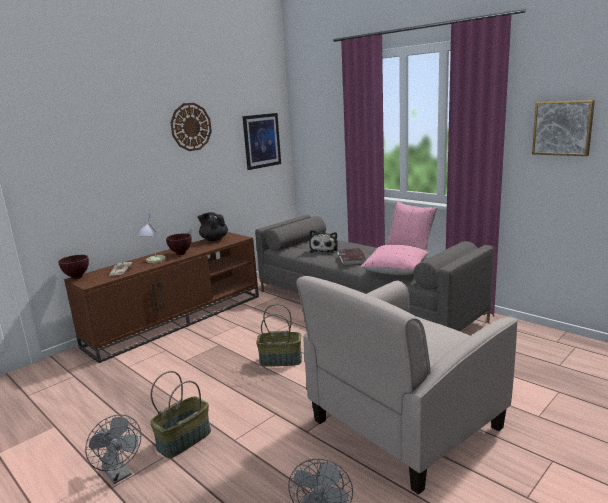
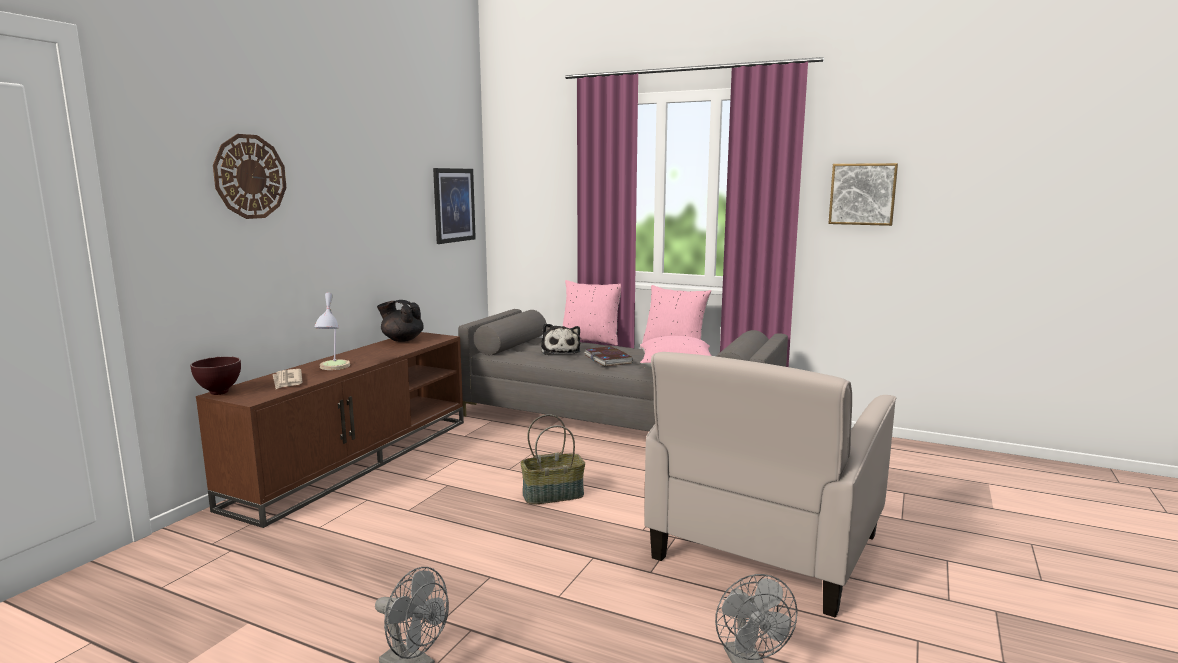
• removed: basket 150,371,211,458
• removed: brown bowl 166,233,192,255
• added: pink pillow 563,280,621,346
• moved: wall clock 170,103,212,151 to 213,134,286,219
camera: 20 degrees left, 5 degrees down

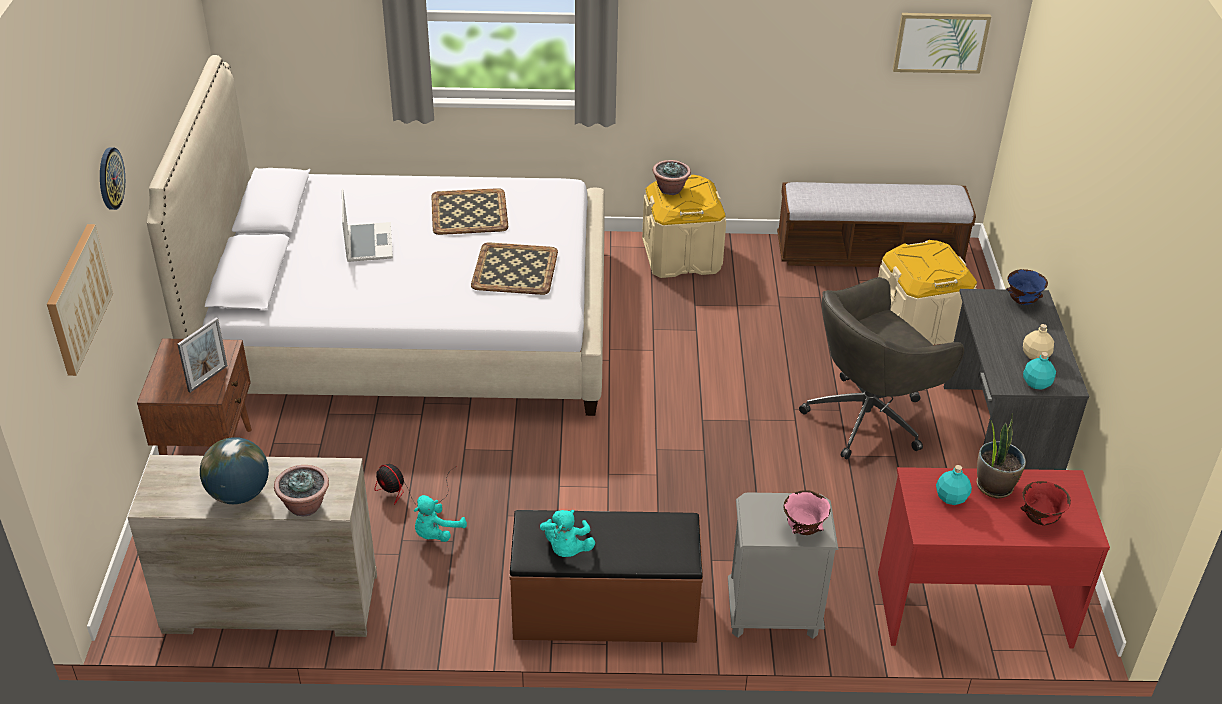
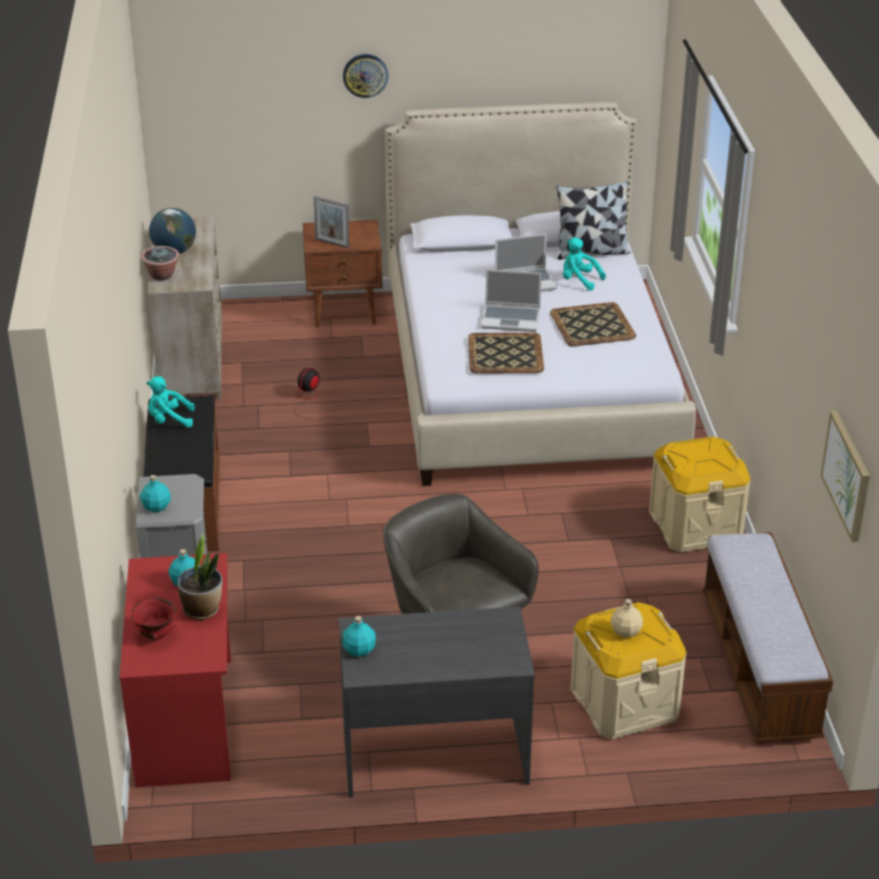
• removed: picture 47,224,113,376
• removed: potted plant 653,160,691,195
• removed: blue bowl 1006,269,1048,305
• added: laptop 481,269,541,332
• added: pillow 556,181,630,260
• moved: turquoise plush toy 414,495,467,542 to 563,238,606,291
• moved: beige bottle 1023,324,1054,360 to 610,599,643,638
• replaced: pink bowl 784,490,831,535 to turquoise bottle 140,475,171,512
camera: 85 degrees right, 5 degrees down

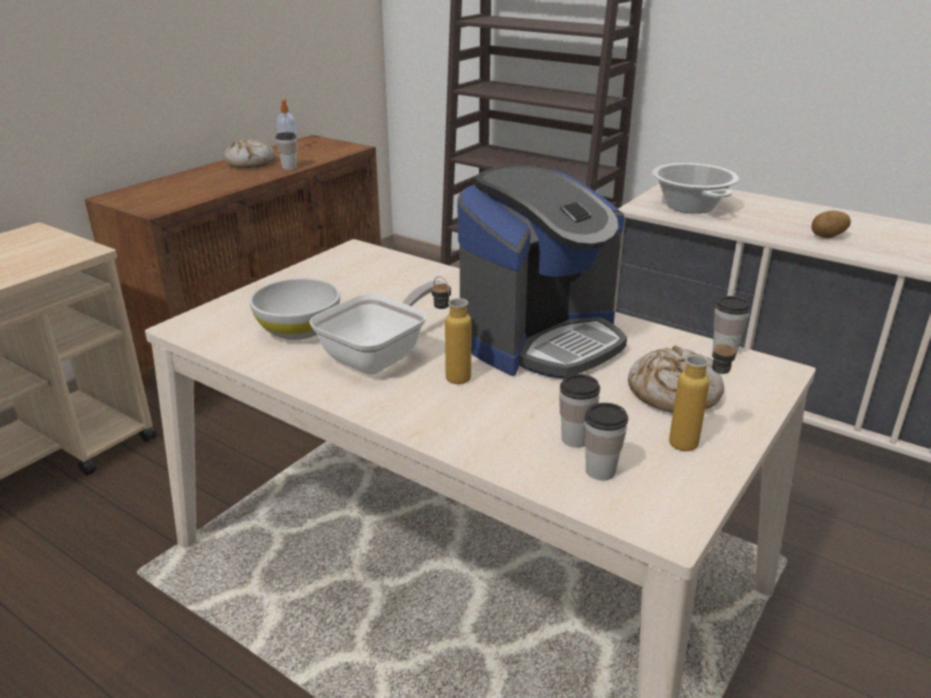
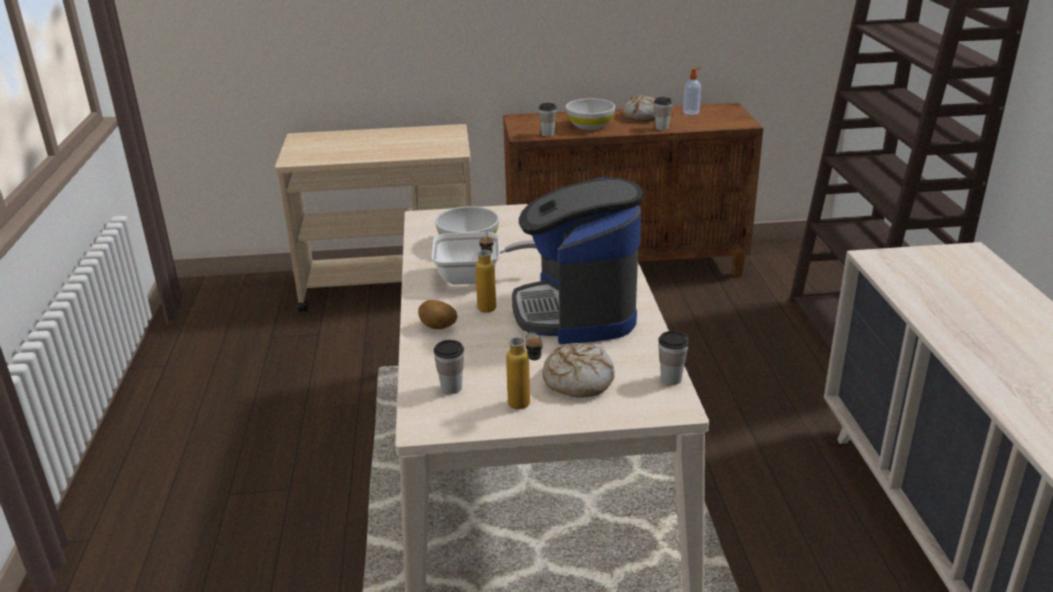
• removed: cooking pot 652,163,739,214
• added: white bowl 566,99,615,130
• moved: cup 559,374,600,448 to 538,103,557,136
• moved: potato 811,210,851,239 to 418,300,457,329
• turned: coffee machine 458,165,627,379 = 512,177,643,344 75 degrees clockwise
camera: 50 degrees right, 0 degrees up

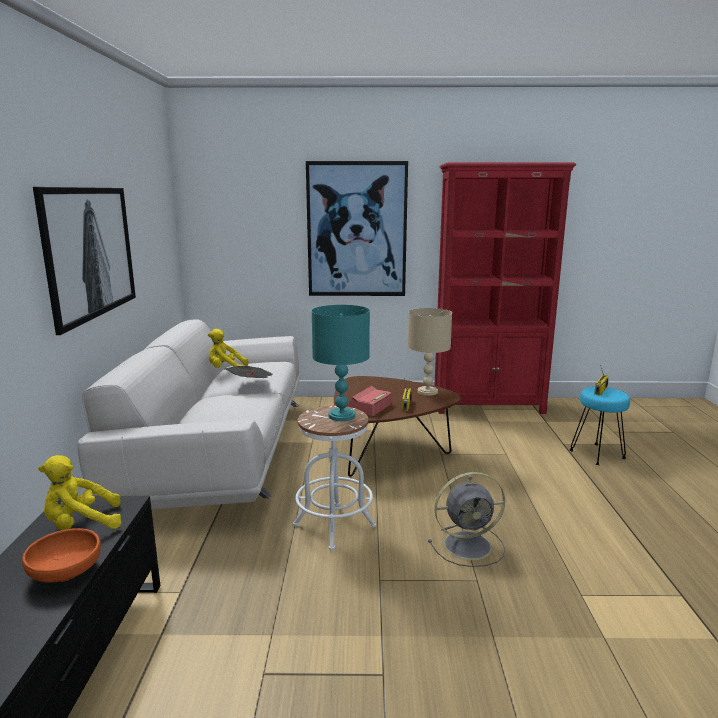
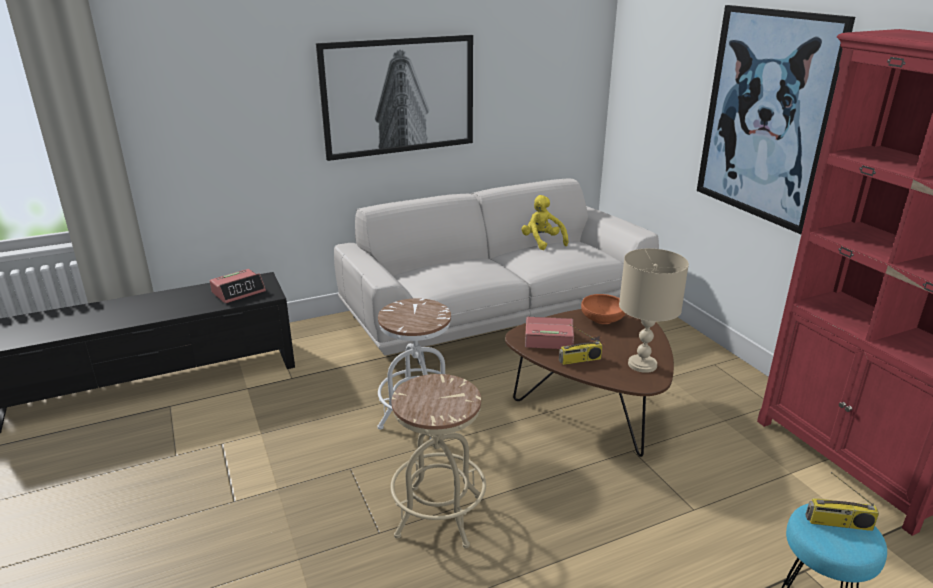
• removed: newspaper 225,366,272,378
• removed: turquoise table lamp 312,305,370,421
• moved: orange bowl 22,528,101,583 to 581,294,625,324
• replaced: yellow plush toy 38,455,121,530 to alarm clock 210,269,266,304
• replaced: grey fan 428,472,505,567 to beige stool 390,374,486,548
camera: 65 degrees right, 10 degrees up

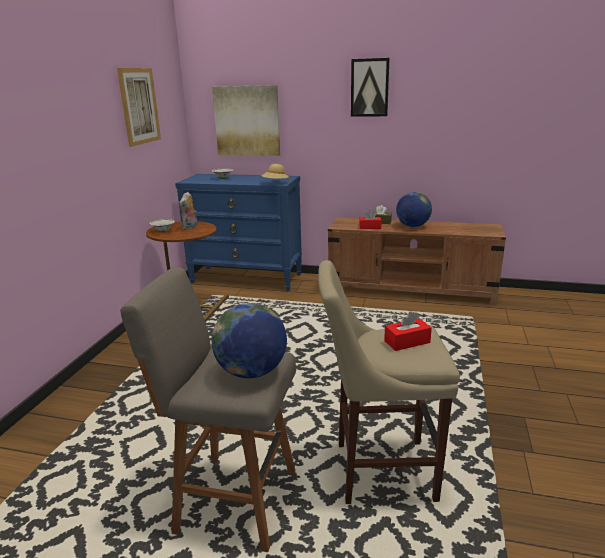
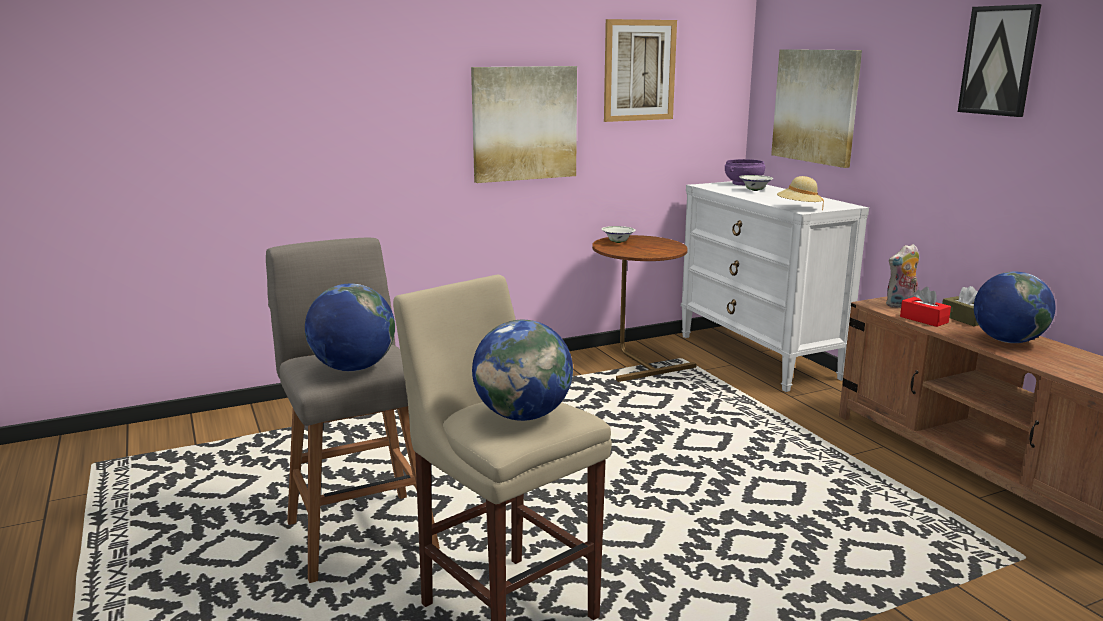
• added: picture 471,66,577,183
• added: purple bowl 725,159,765,185
• moved: plush toy 179,192,197,230 to 886,244,919,308
• replaced: red tissue box 384,311,432,351 to globe 472,320,573,421
• recoloured: blue dresser 175,174,302,291 to white dresser 681,181,869,392
camera: 50 degrees right, 5 degrees down

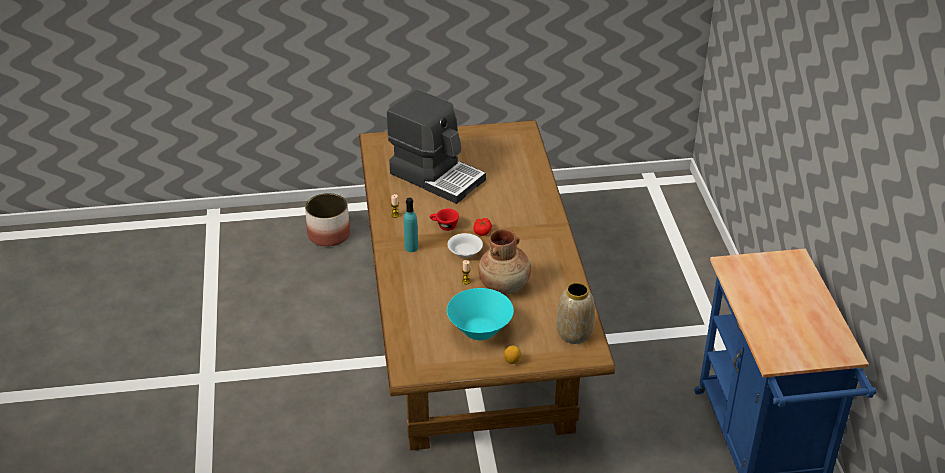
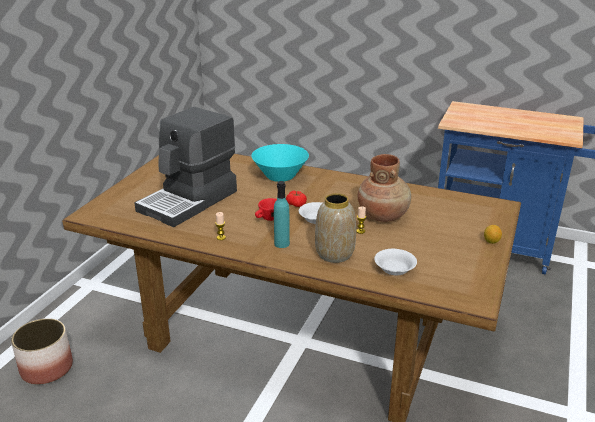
• added: white bowl 374,249,417,275
• moved: turquoise bowl 447,288,514,340 to 251,144,309,182
• moved: vase 556,282,595,344 to 315,193,356,263
• turned: coffee machine 387,89,486,204 = 135,107,237,227 150 degrees clockwise
camera: 60 degrees left, 10 degrees down

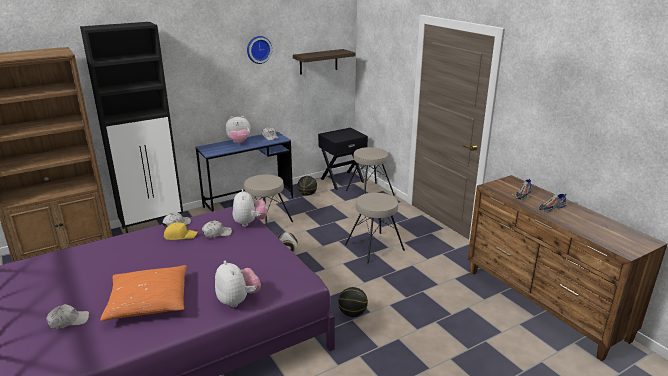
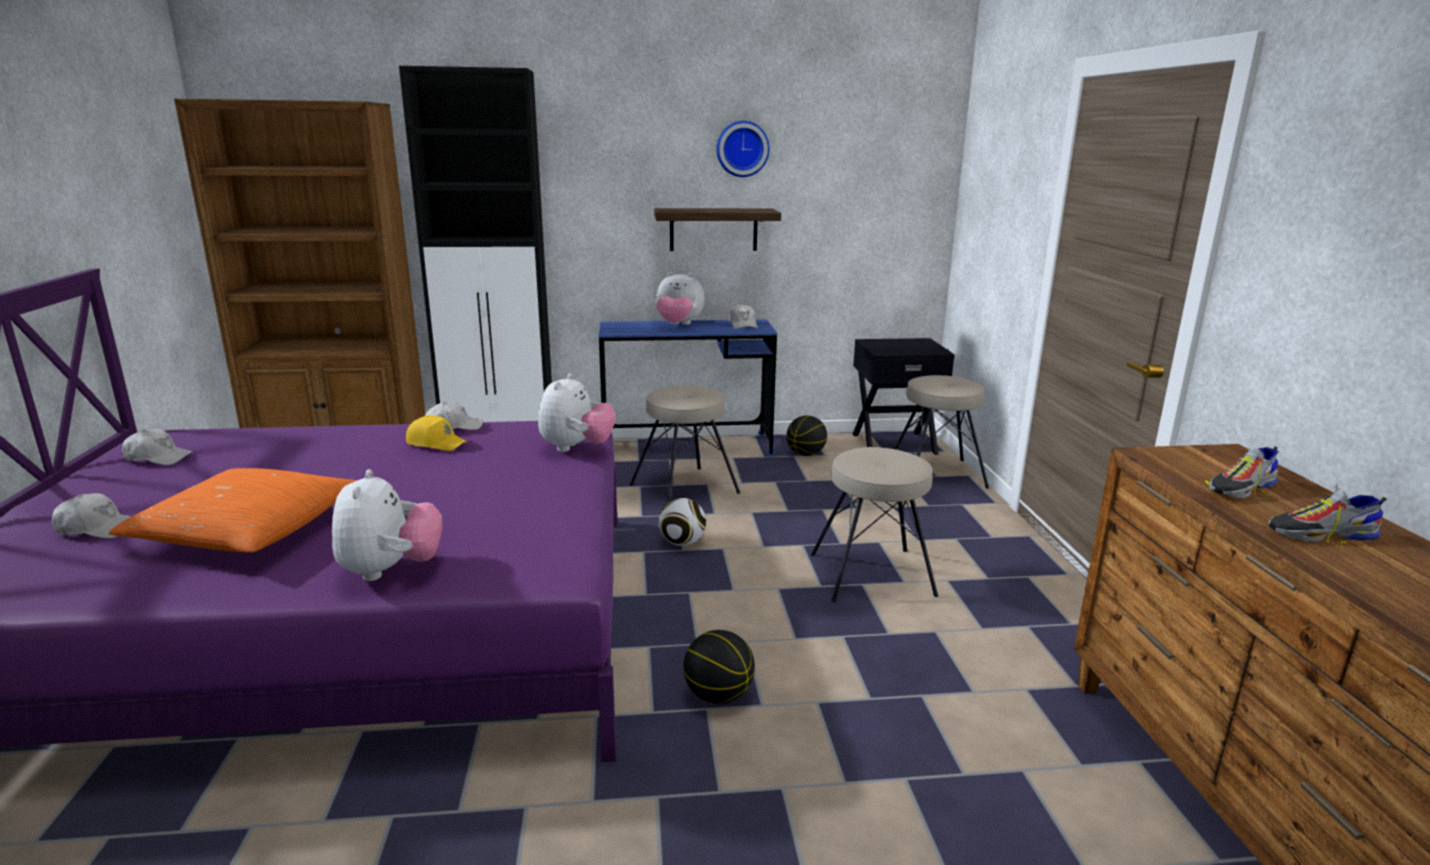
• moved: white cap 202,220,232,238 to 122,429,194,465
• moved: shelf 293,49,355,75 to 654,208,781,251
camera: 25 degrees right, 5 degrees down

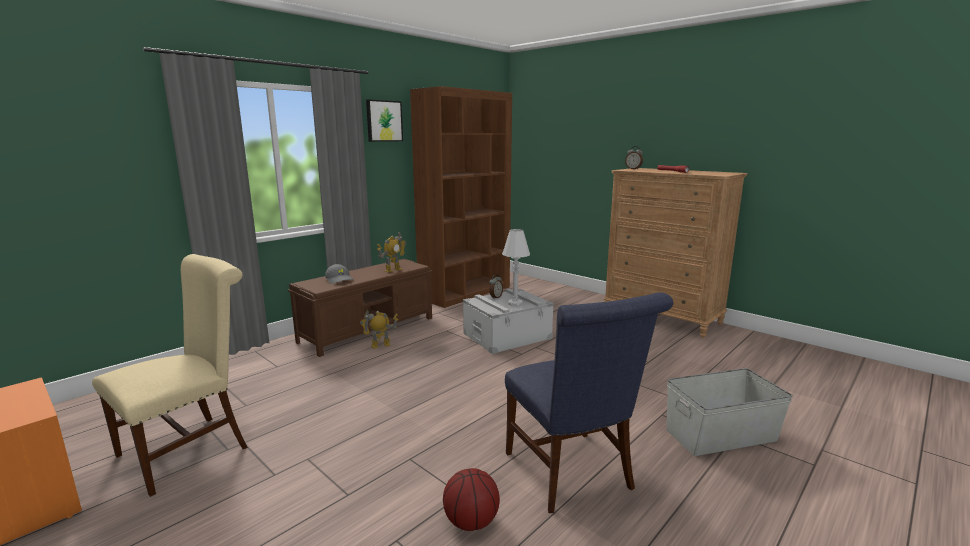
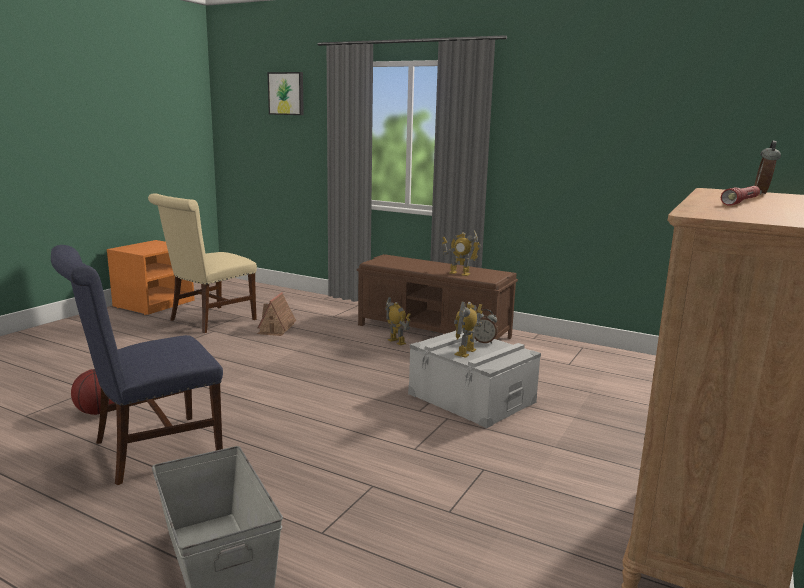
• removed: grey cap 325,264,353,284
• removed: brown bookcase 410,86,512,308
• added: toy house 257,292,296,336
• moved: picture 366,99,403,142 to 268,72,304,115
• replaced: white table lamp 502,229,530,306 to toy robot 454,302,483,358
• turned: beige chair 92,254,248,497 = 148,193,257,333 105 degrees clockwise
camera: 75 degrees right, 0 degrees up

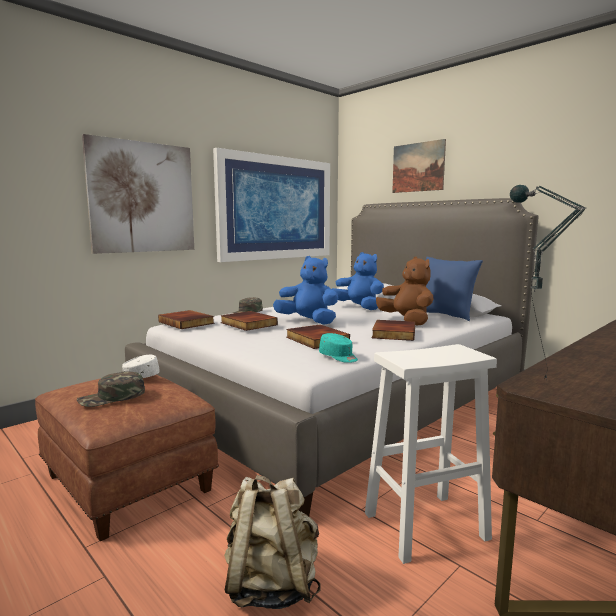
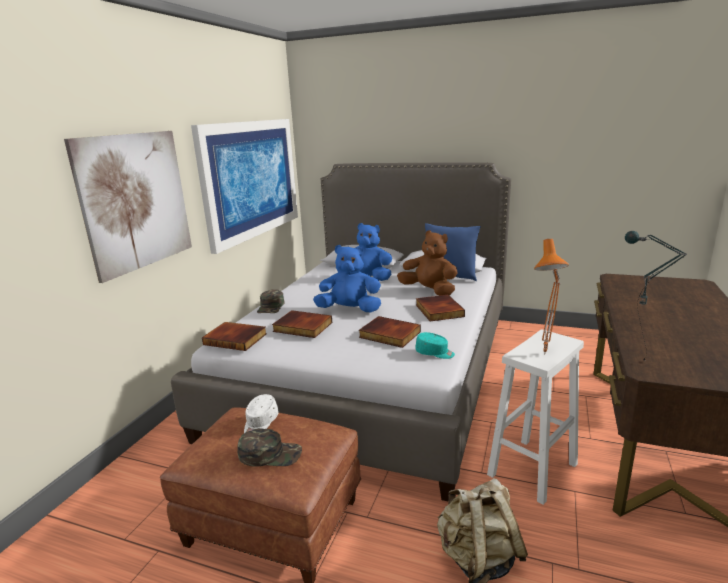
• removed: picture 392,139,446,193
• added: orange table lamp 534,239,569,355
• turned: green cap 77,371,145,407 = 237,428,302,467 120 degrees counterclockwise
camera: 25 degrees left, 10 degrees up

